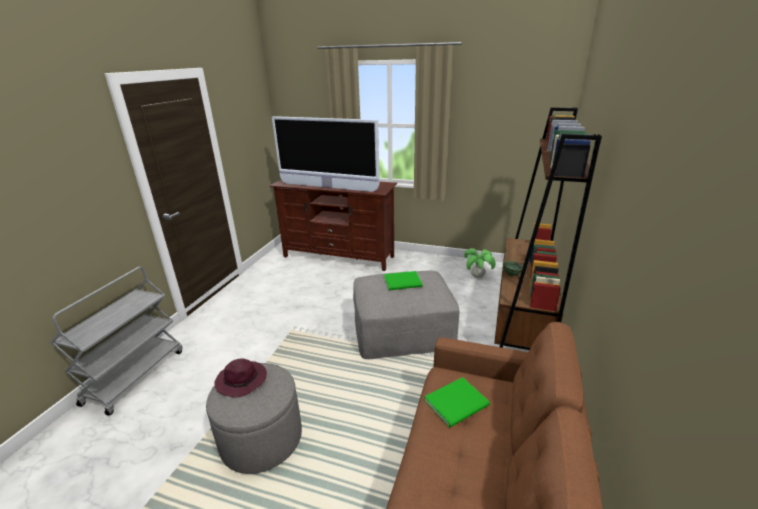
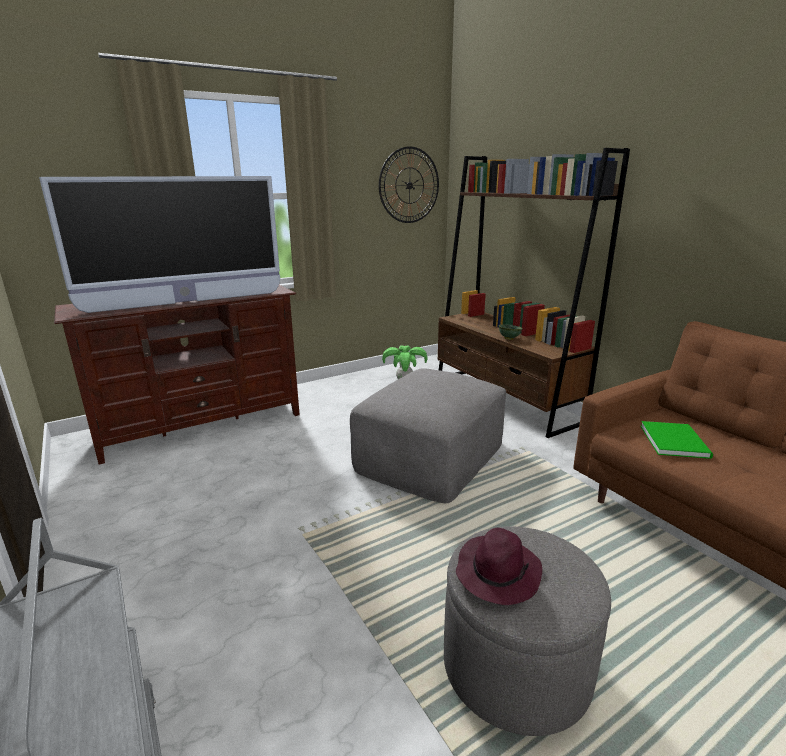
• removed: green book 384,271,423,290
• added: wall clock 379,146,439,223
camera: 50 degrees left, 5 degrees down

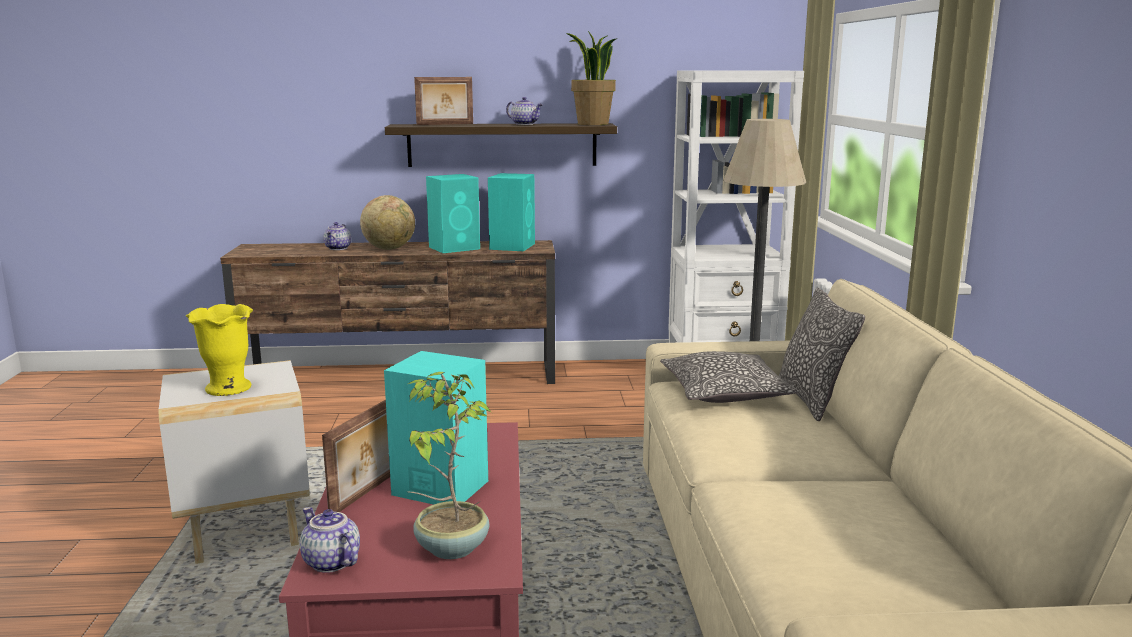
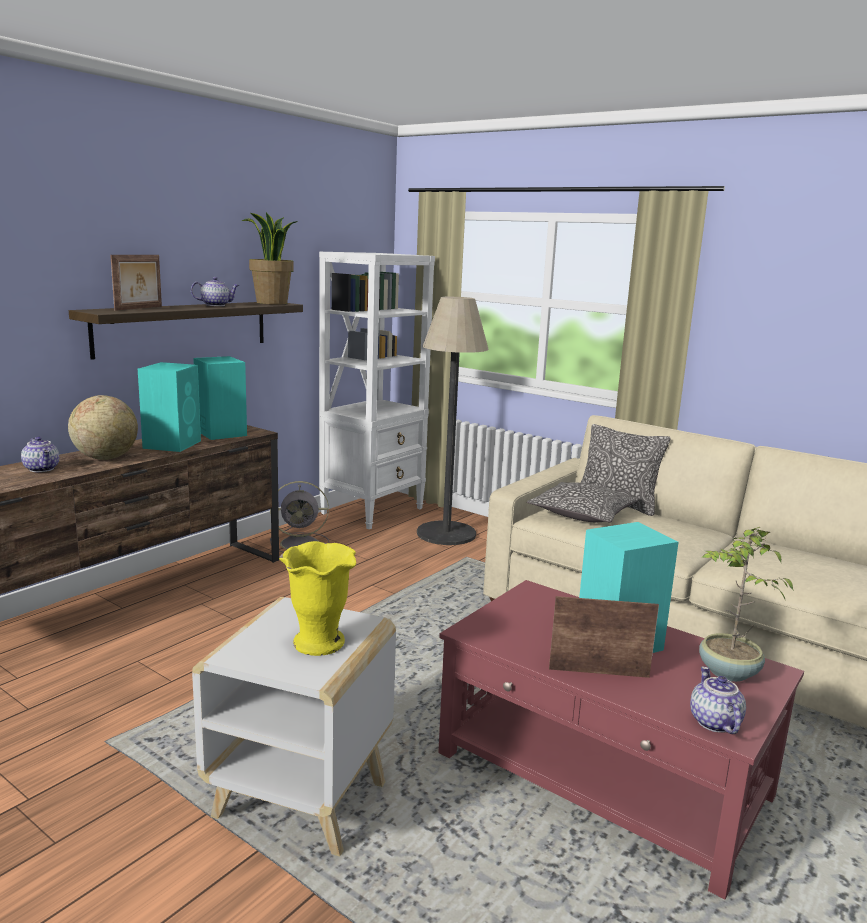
• added: grey fan 270,481,329,552
• turned: teapot 300,507,360,573 = 690,666,746,734 90 degrees clockwise
• turned: picture frame 322,400,390,512 = 549,596,659,678 60 degrees counterclockwise
camera: 50 degrees left, 0 degrees up

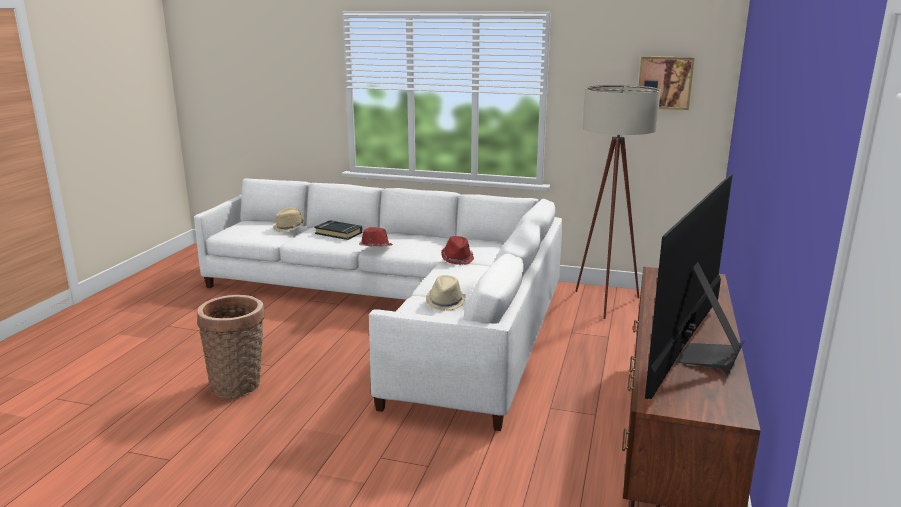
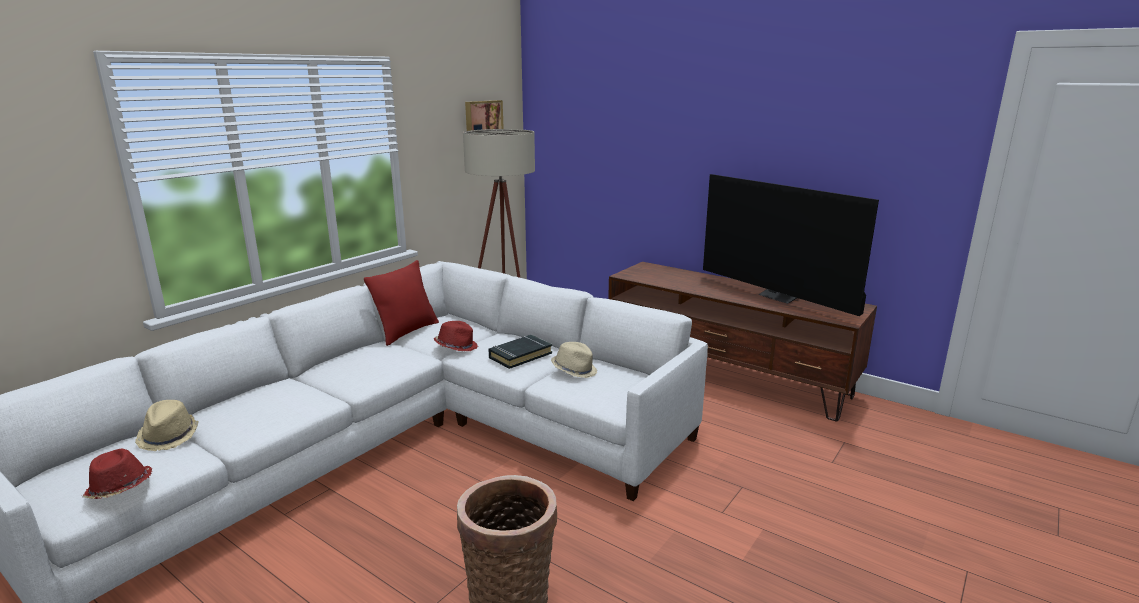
• added: red pillow 364,260,439,346
• moved: black book 315,220,362,240 to 488,335,552,369
• moved: red hat 359,227,393,247 to 83,449,153,499
camera: 70 degrees left, 0 degrees up

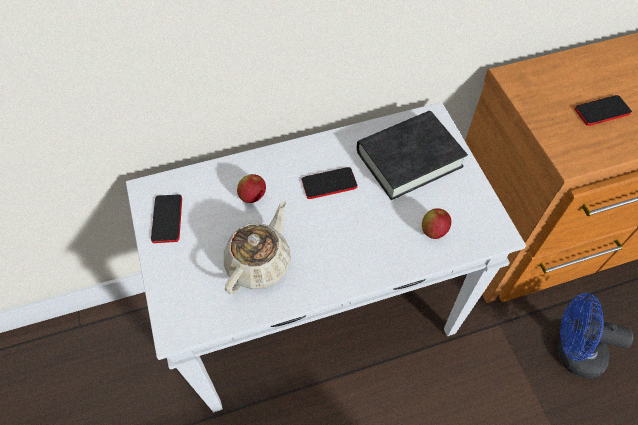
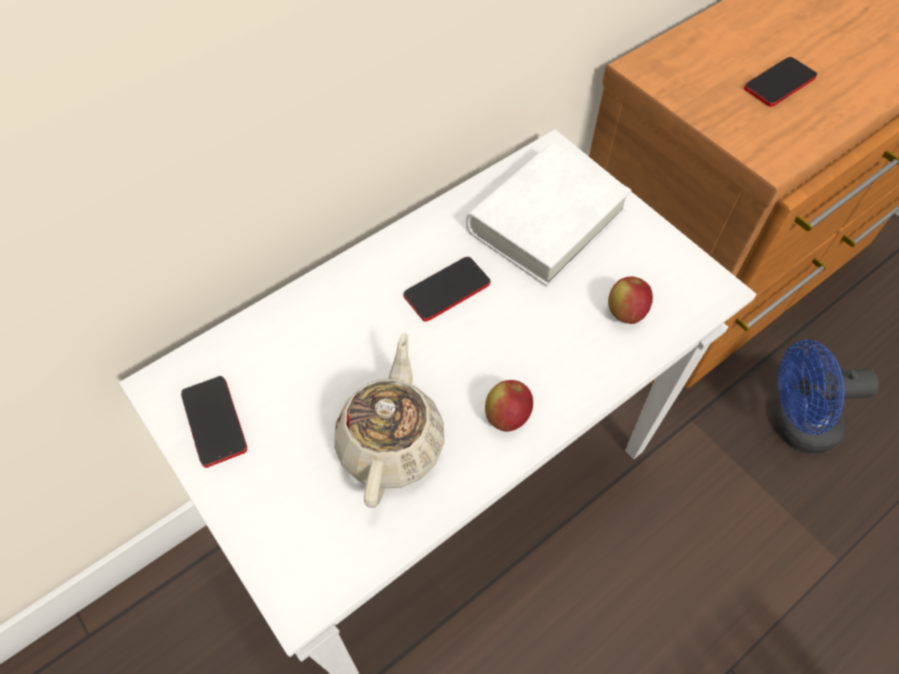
• moved: apple 237,174,266,203 to 485,380,533,432
• recoloured: black book 357,111,468,200 to white book 466,143,631,287
camera: 20 degrees left, 0 degrees up

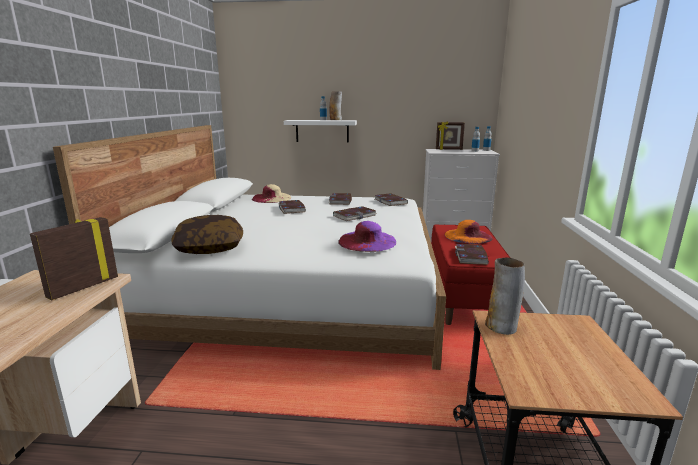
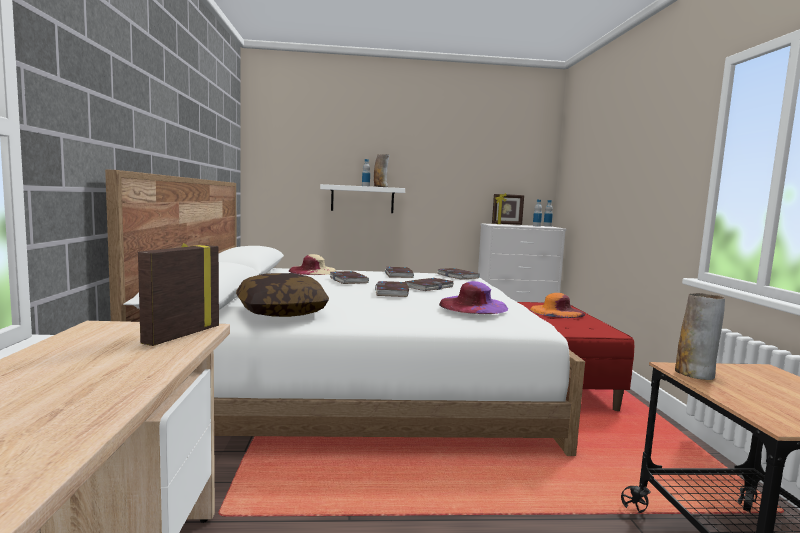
• moved: book 455,244,489,265 to 375,281,409,297
camera: 10 degrees left, 10 degrees down

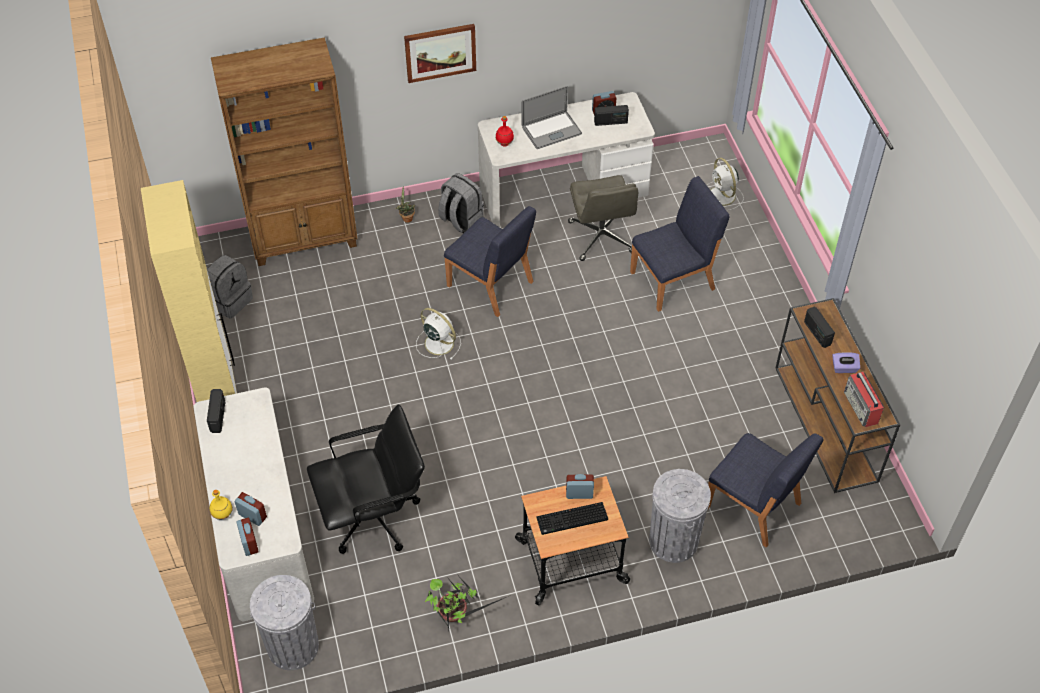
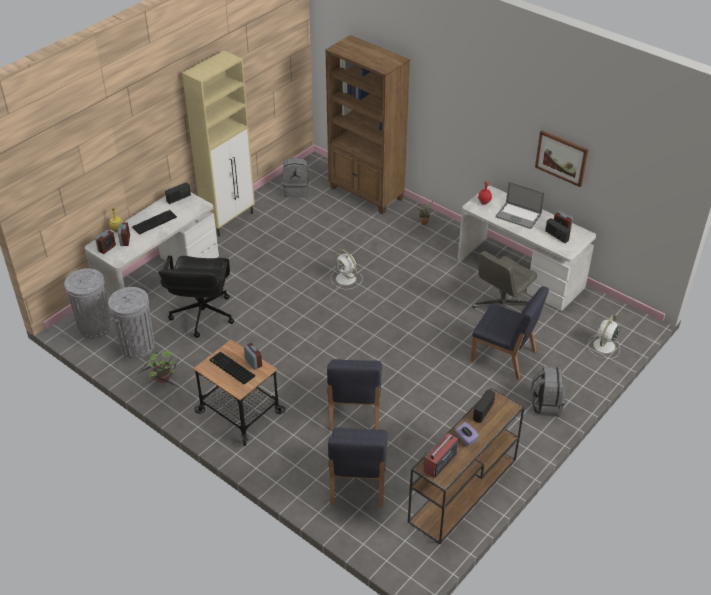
• added: keyboard 132,210,177,235
• moved: picture 404,24,476,83 to 535,130,588,187
• moved: grey backpack 438,173,484,234 to 531,367,565,416
• moved: blue chair 444,206,536,317 to 327,359,382,431
• moved: grey trash can 649,469,711,563 to 108,287,155,358
• turned: black office chair 307,405,425,554 = 158,256,234,338 60 degrees clockwise
• turned: white fan 416,308,461,360 = 331,249,363,290 135 degrees clockwise
camera: 55 degrees right, 10 degrees down

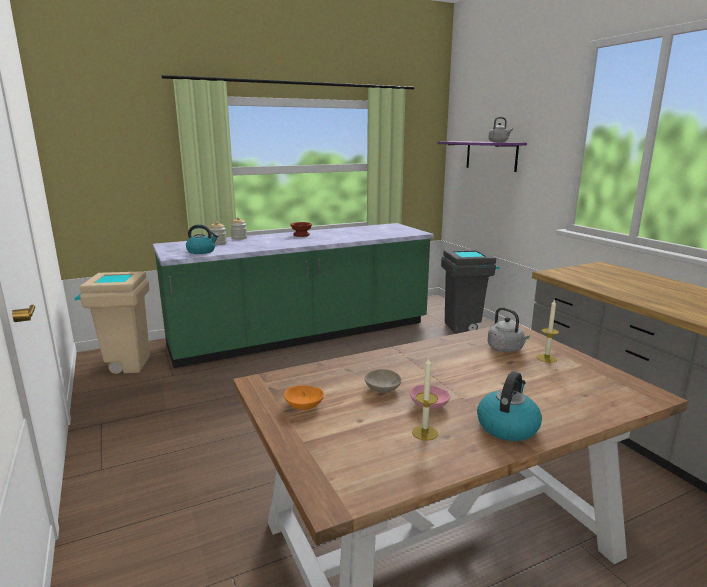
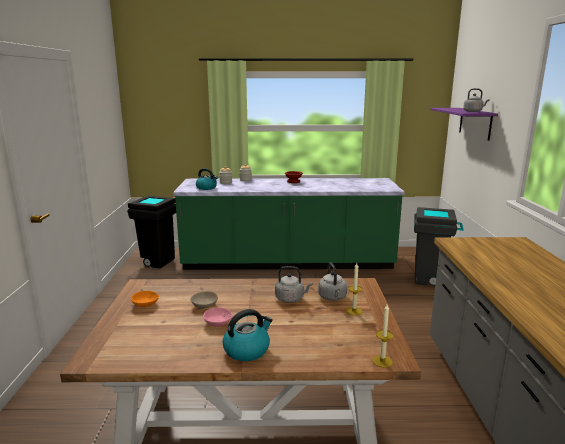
• added: grey kettle 275,266,313,303
• moved: candle 412,358,438,441 to 372,304,394,368
• recoloured: beige trash can 74,271,150,374 to black trash can 127,196,176,269
camera: 25 degrees right, 0 degrees up

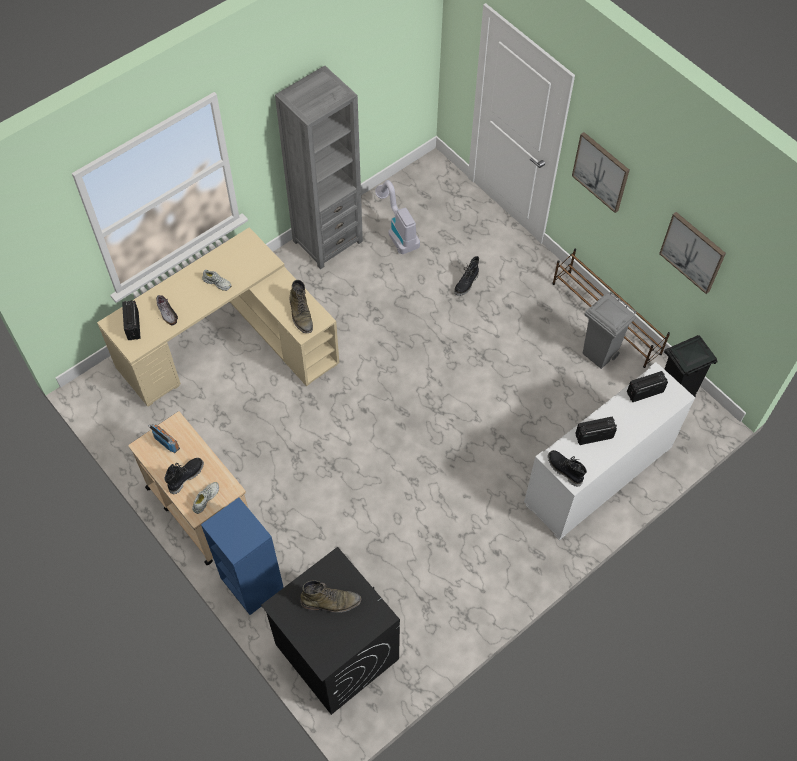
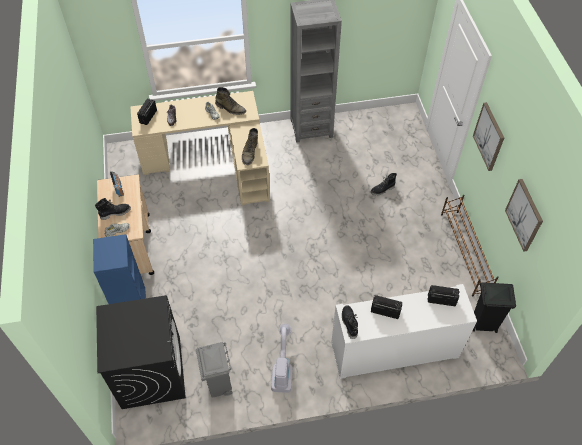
• moved: green boot 300,580,362,613 to 215,87,246,115
• moved: vacuum cleaner 375,180,420,254 to 271,324,293,393
• moved: grey trash can 583,292,636,369 to 196,342,233,398
camera: 30 degrees right, 5 degrees down

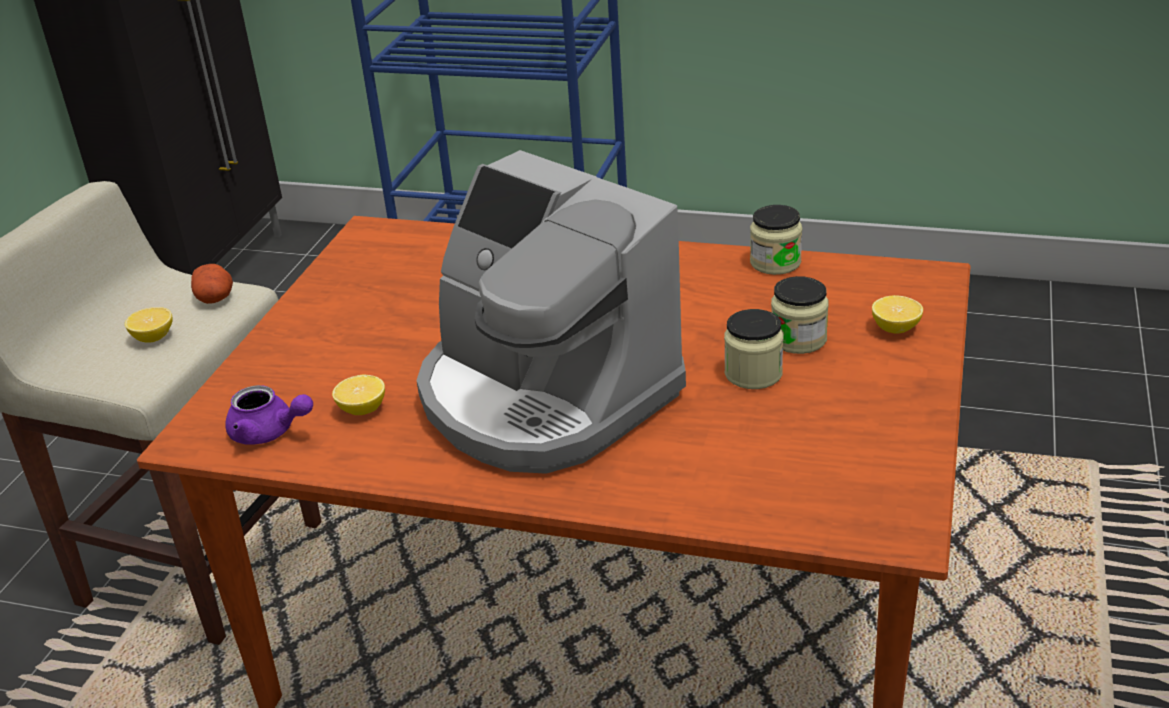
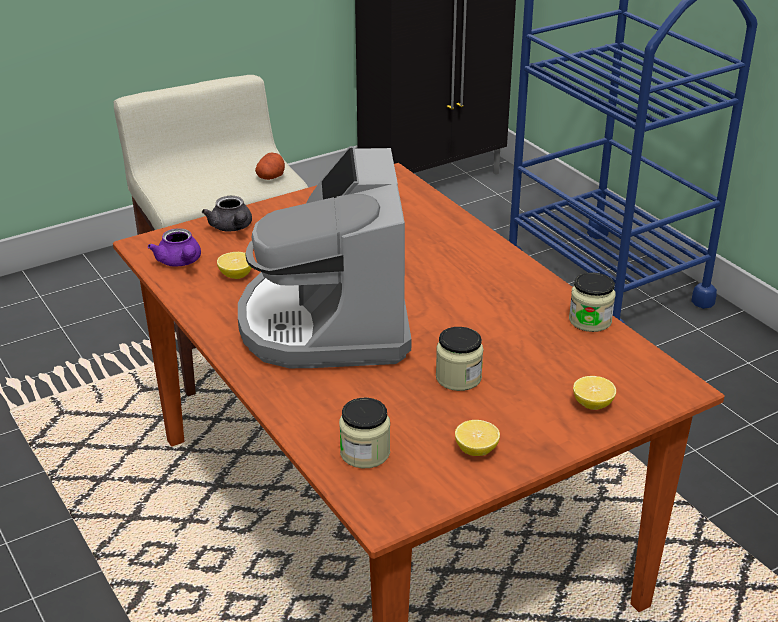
• added: grey teapot 202,196,252,231
• moved: lemon 125,307,173,342 to 455,420,500,456
• moved: jar 771,276,829,354 to 339,398,390,468
camera: 40 degrees right, 0 degrees up

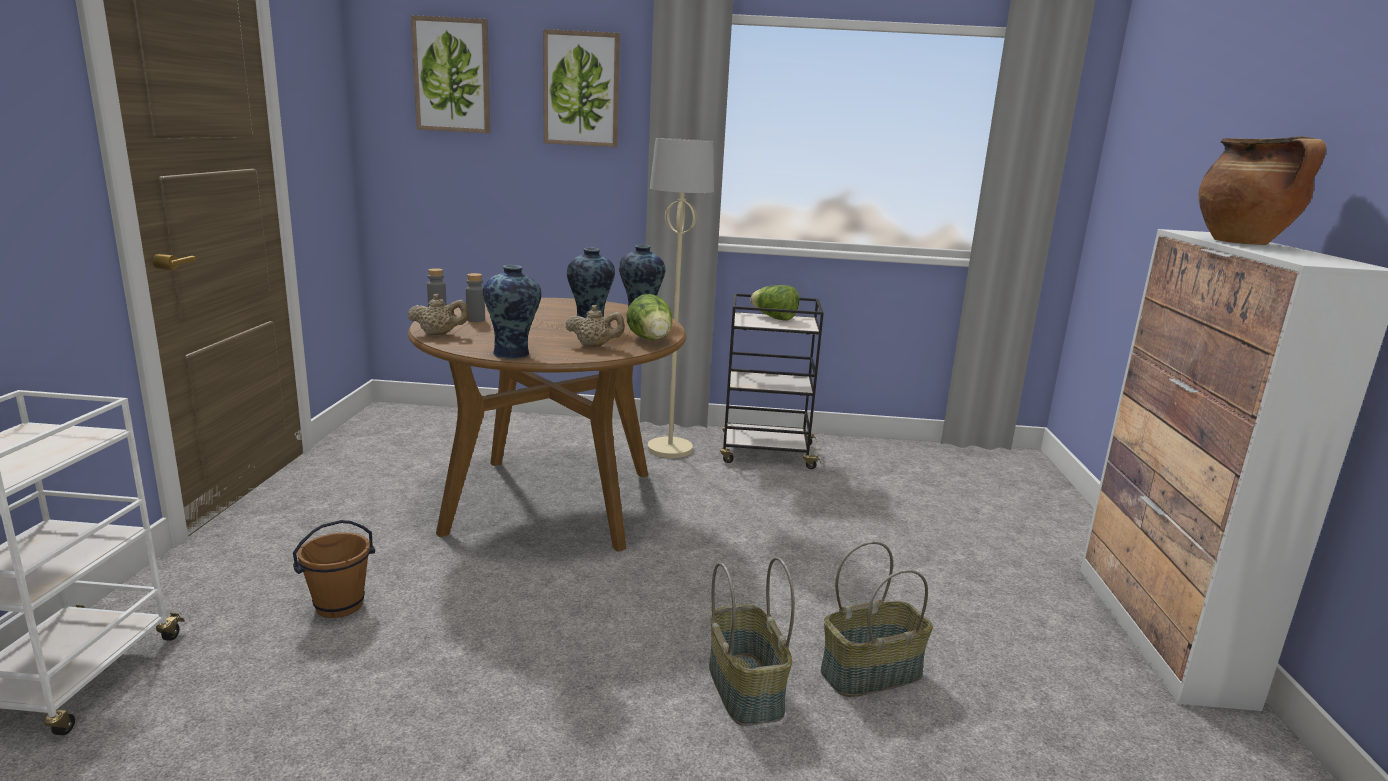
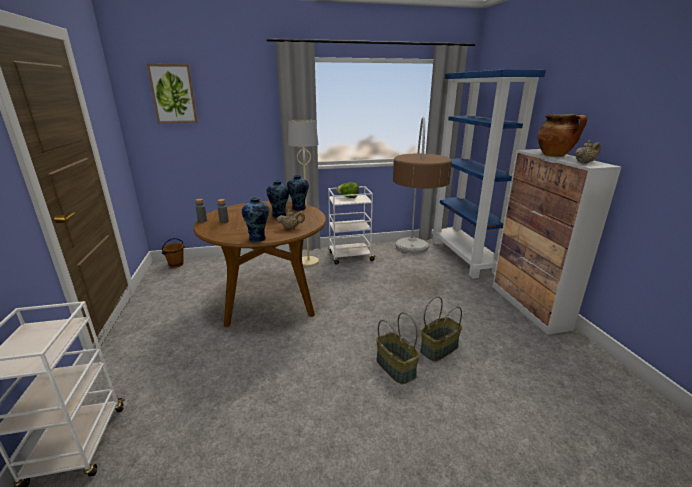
• removed: picture 543,29,620,147
• removed: lettuce 626,294,672,340
• added: floor lamp 393,117,452,254
• added: blue bookcase 431,70,546,279
• moved: brown bucket 293,520,375,618 to 162,238,185,268
• moved: beige teapot 408,294,469,336 to 575,140,601,163
• recoloured: black cart 720,293,824,469 to white cart 328,186,376,265
camera: 15 degrees left, 5 degrees up

